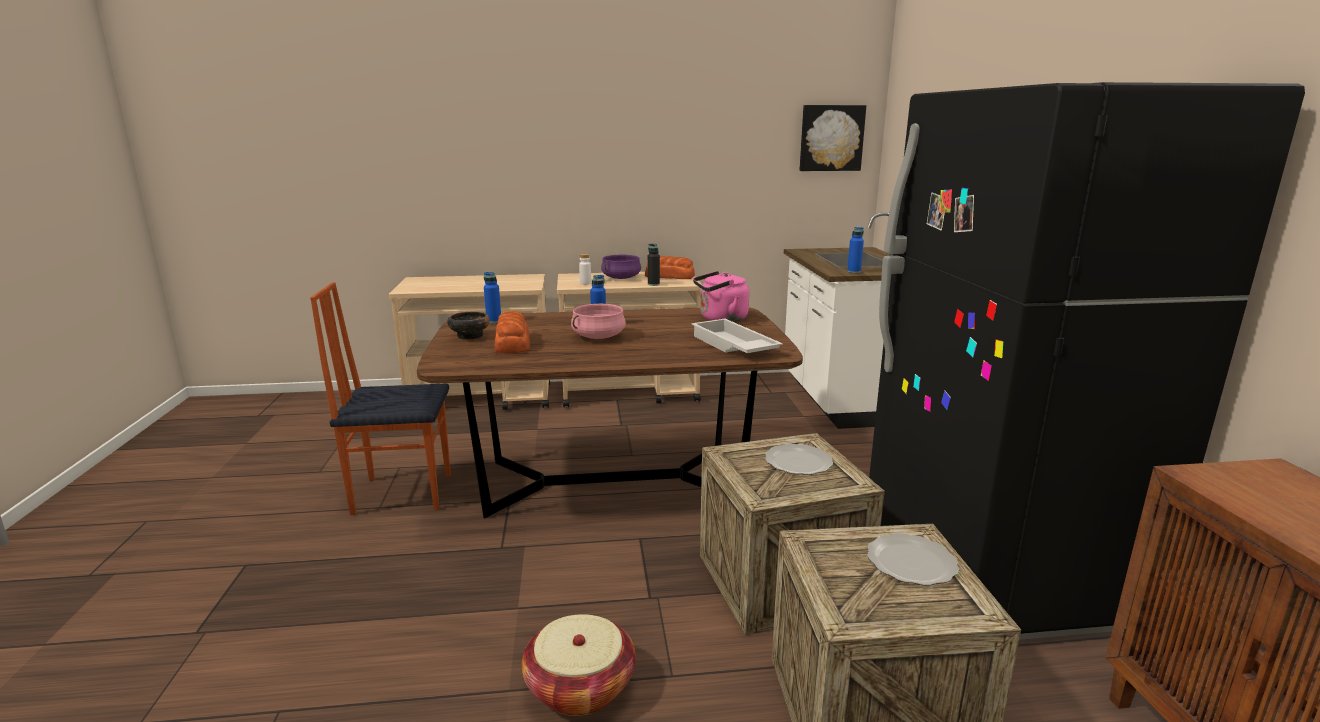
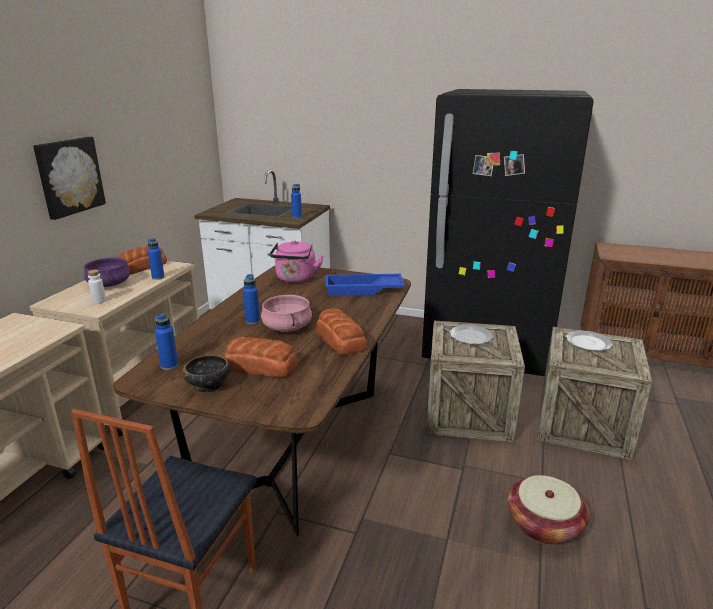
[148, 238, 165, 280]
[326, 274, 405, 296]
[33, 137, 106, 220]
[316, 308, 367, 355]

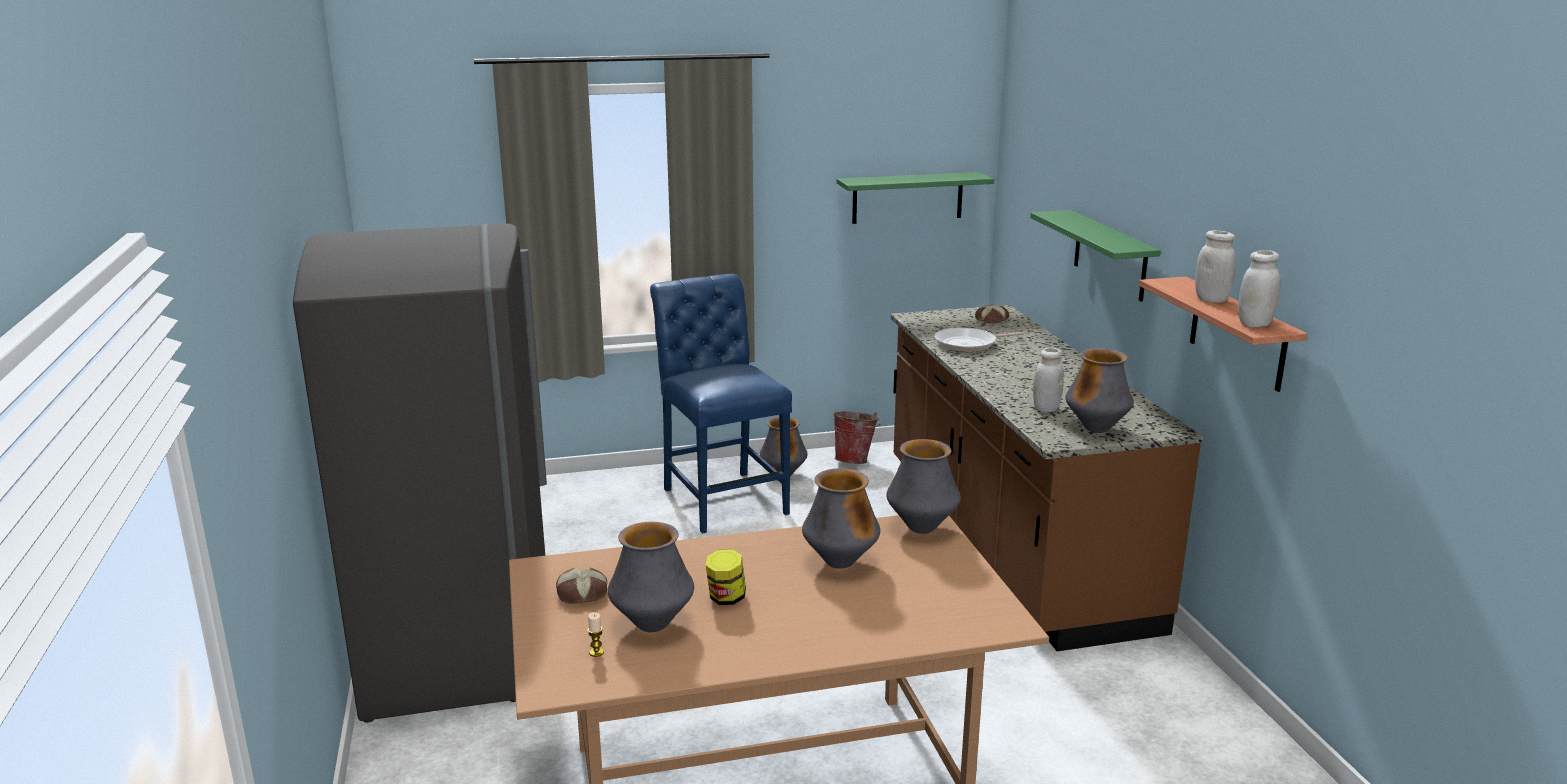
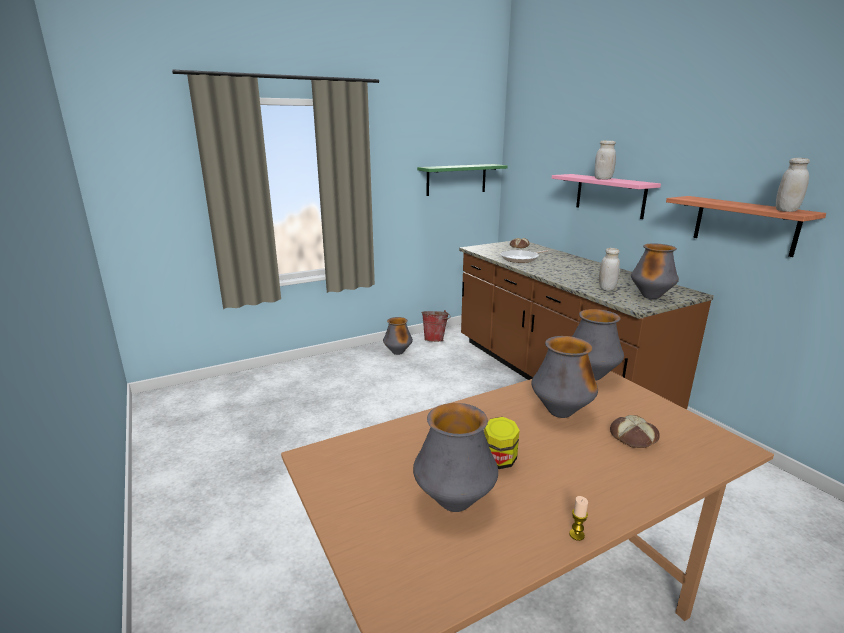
[293, 224, 547, 723] (first image)
[610, 415, 660, 448]
[569, 496, 588, 541]
[650, 274, 792, 534] (first image)
[552, 174, 661, 219]
[594, 140, 616, 179]

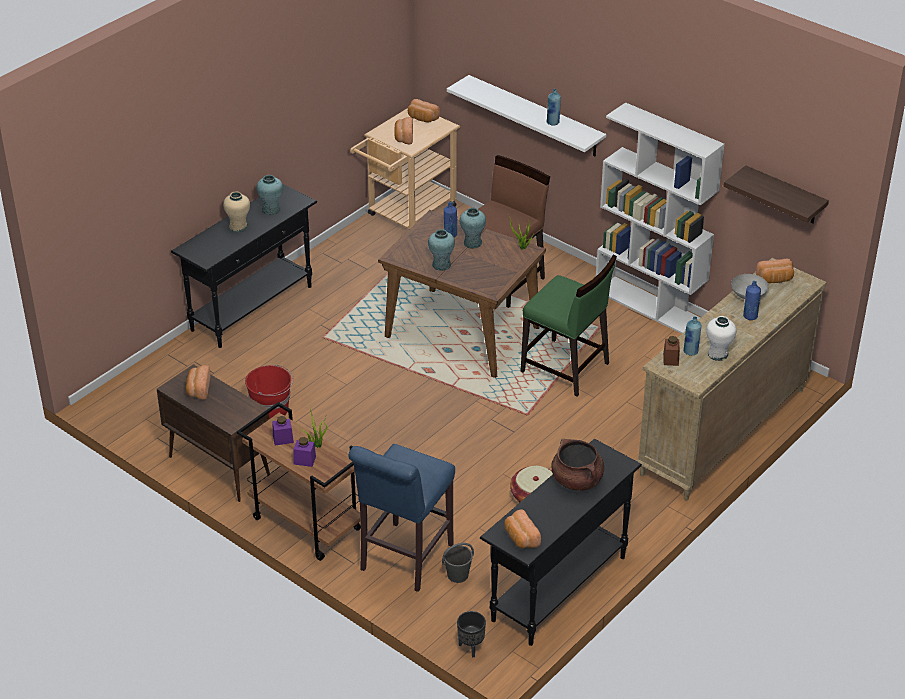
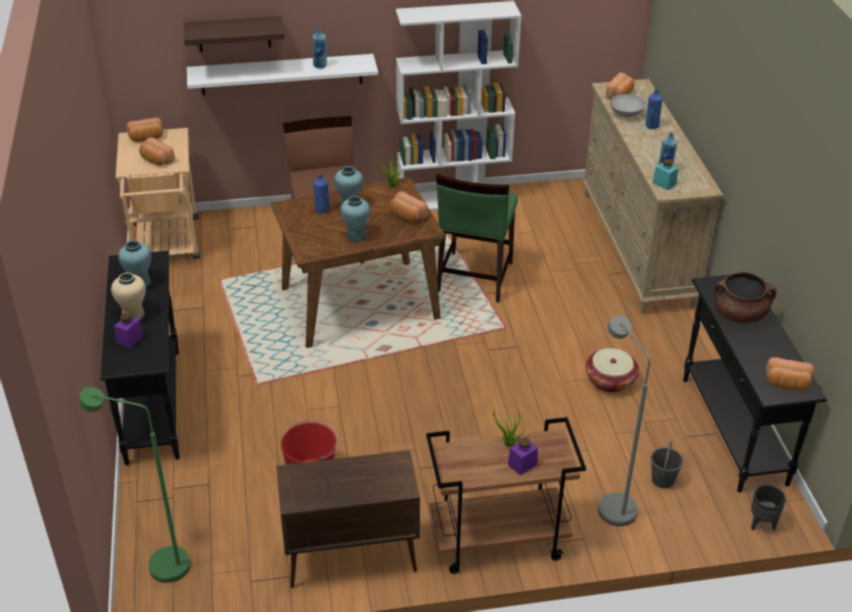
[390, 192, 428, 222]
[114, 313, 144, 348]
[598, 315, 650, 526]
[436, 174, 518, 303]
[652, 159, 678, 191]
[706, 316, 737, 361] (first image)
[184, 16, 284, 52]
[78, 387, 190, 583]

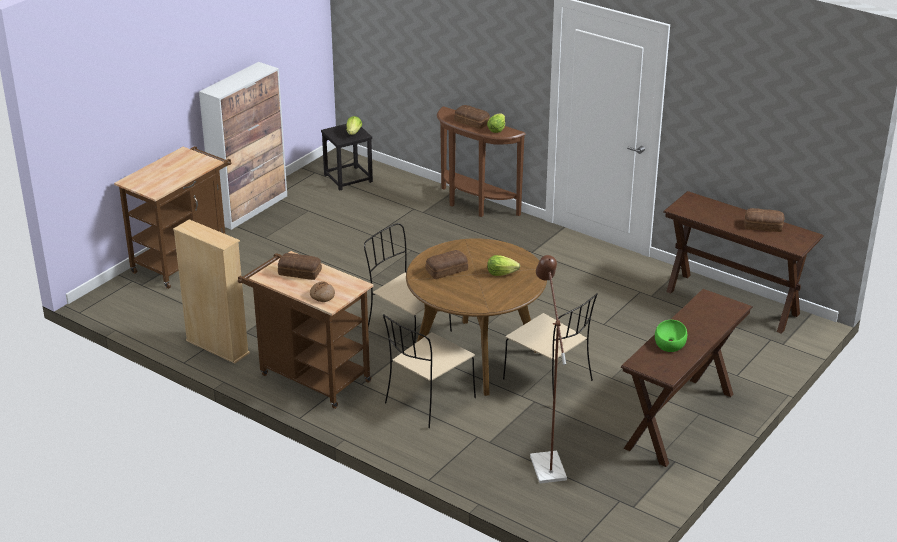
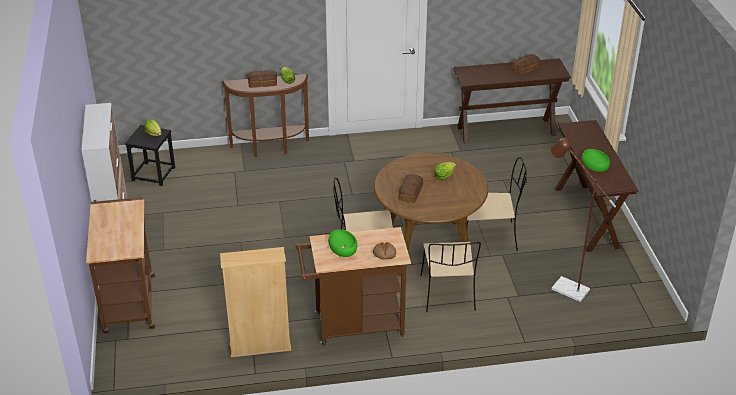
[328, 229, 357, 257]

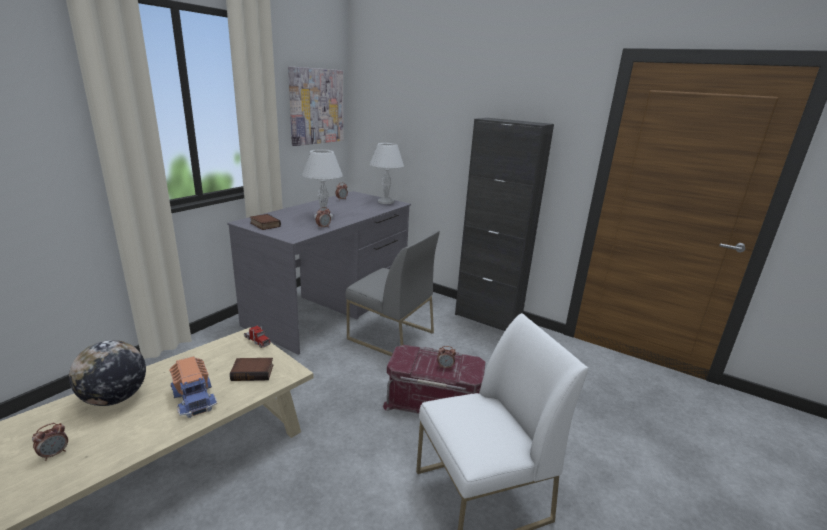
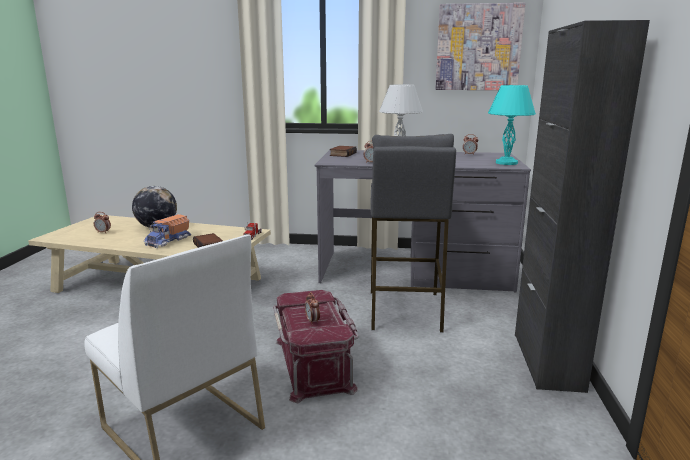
[371, 134, 456, 333]
[488, 85, 536, 165]

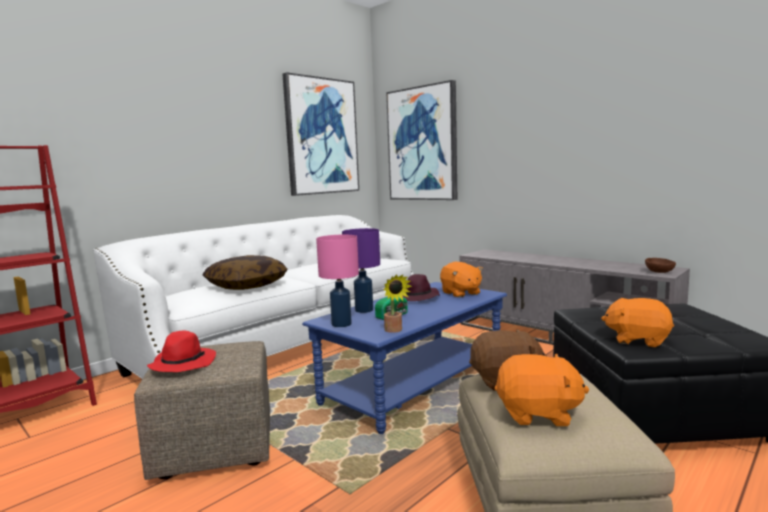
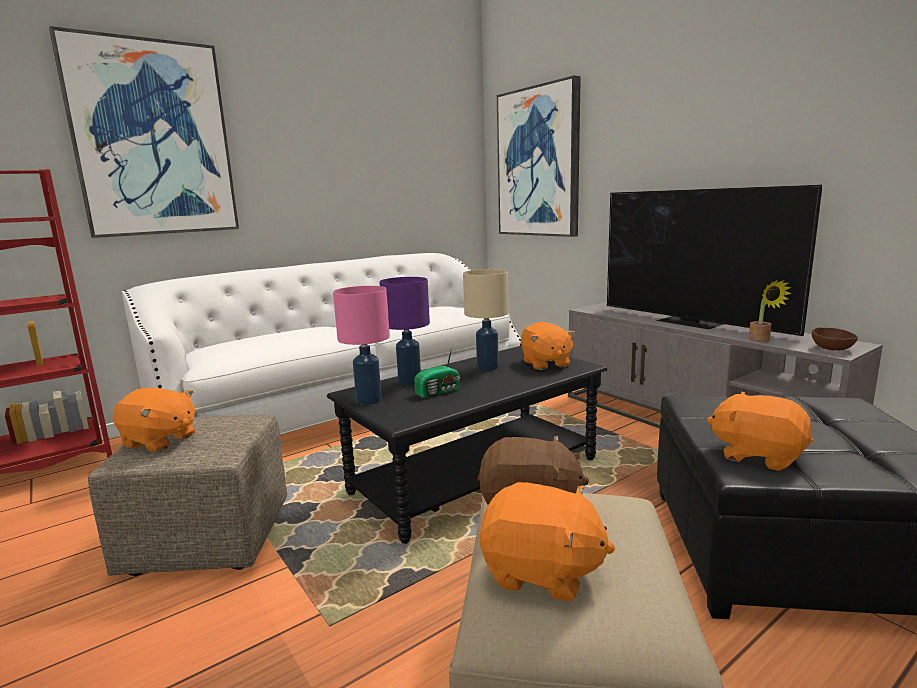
[112, 388, 195, 452]
[202, 255, 287, 290] (first image)
[49, 26, 239, 238]
[327, 346, 607, 544]
[749, 279, 792, 342]
[463, 269, 509, 371]
[607, 185, 822, 336]

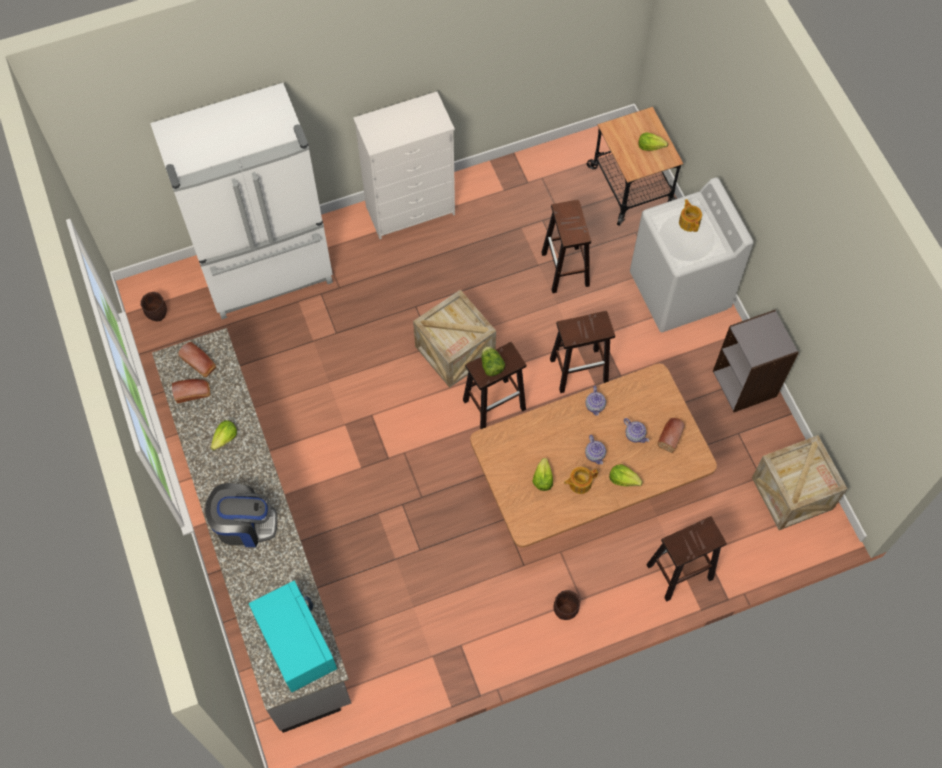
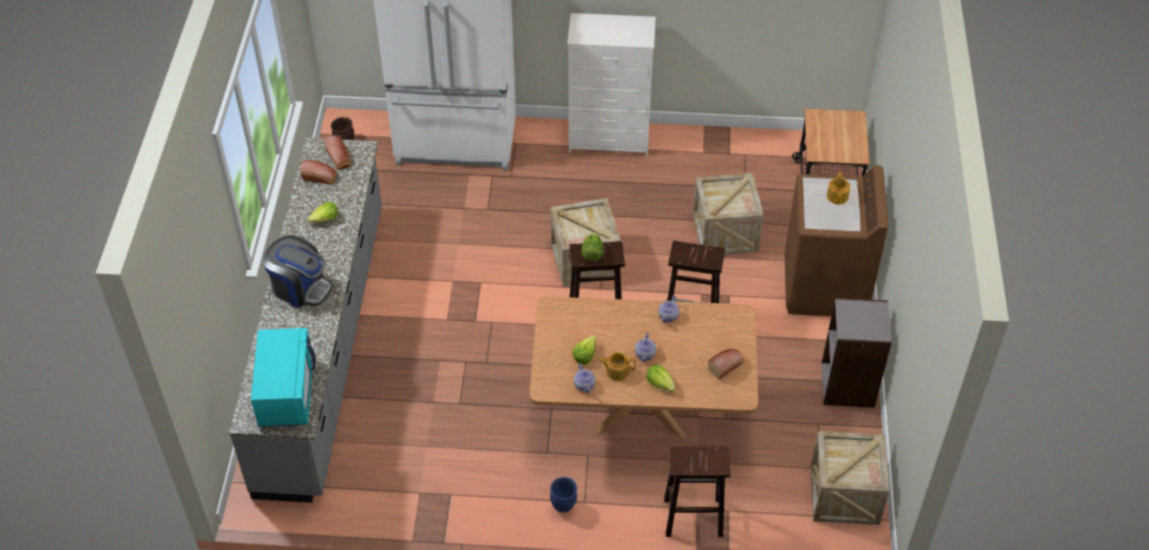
[693, 173, 764, 255]
[550, 477, 577, 513]
[574, 364, 595, 393]
[784, 166, 888, 316]
[638, 132, 668, 151] (first image)

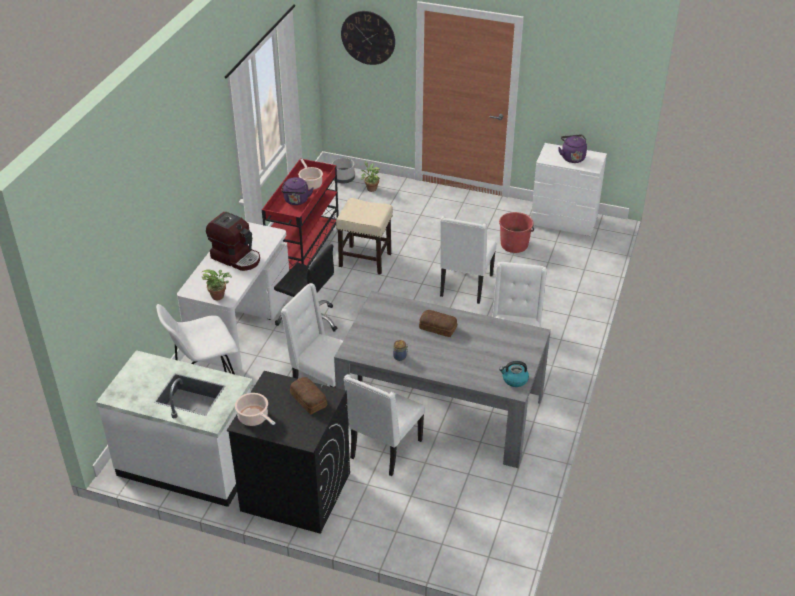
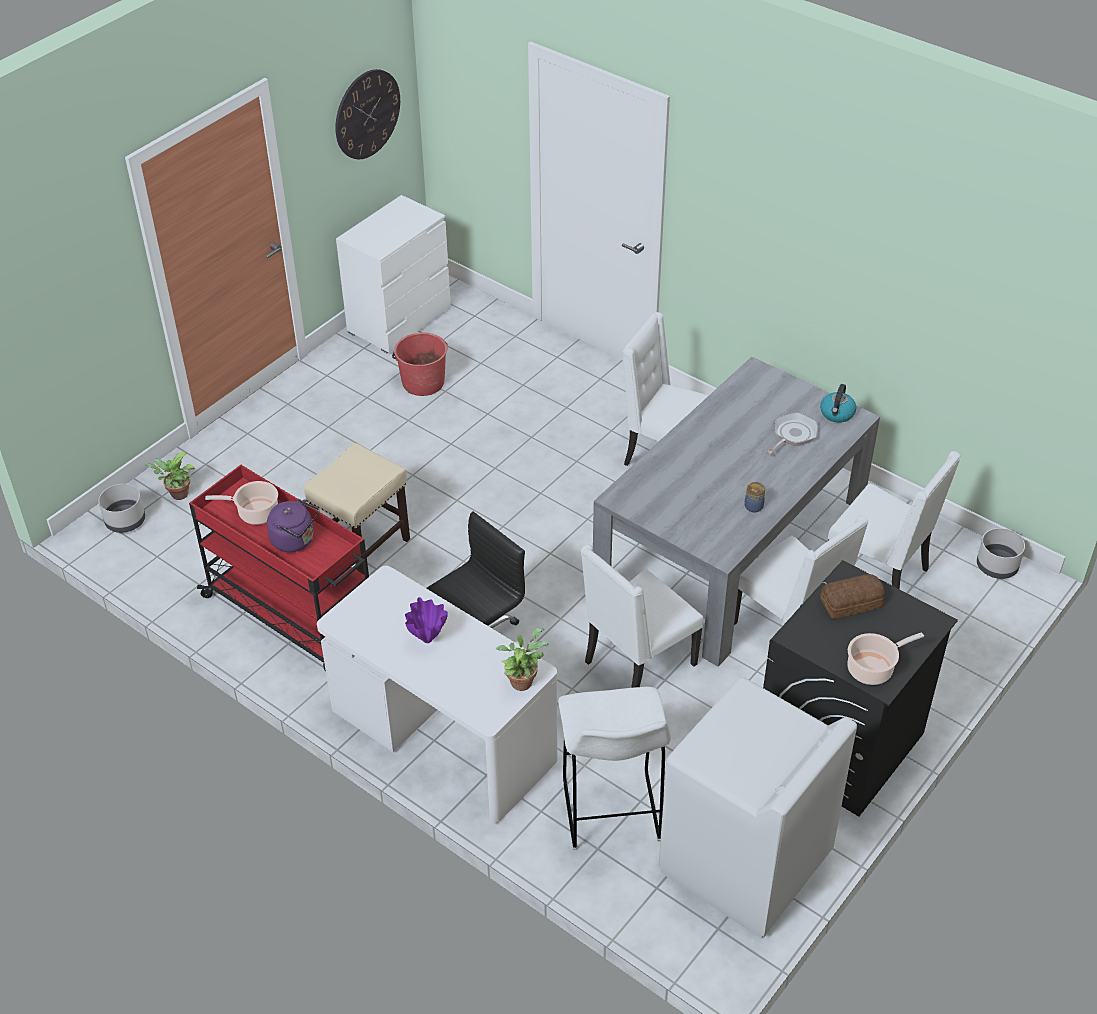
[659, 678, 857, 939]
[405, 597, 448, 643]
[335, 69, 400, 159]
[419, 310, 457, 337] (first image)
[828, 451, 961, 589]
[558, 134, 587, 163] (first image)
[766, 412, 818, 455]
[977, 528, 1025, 579]

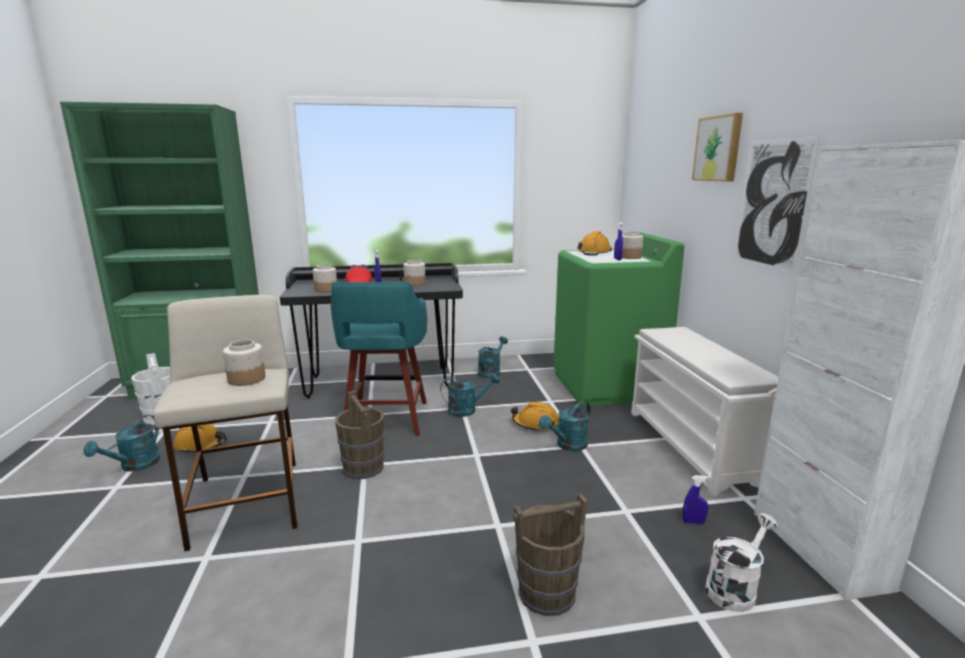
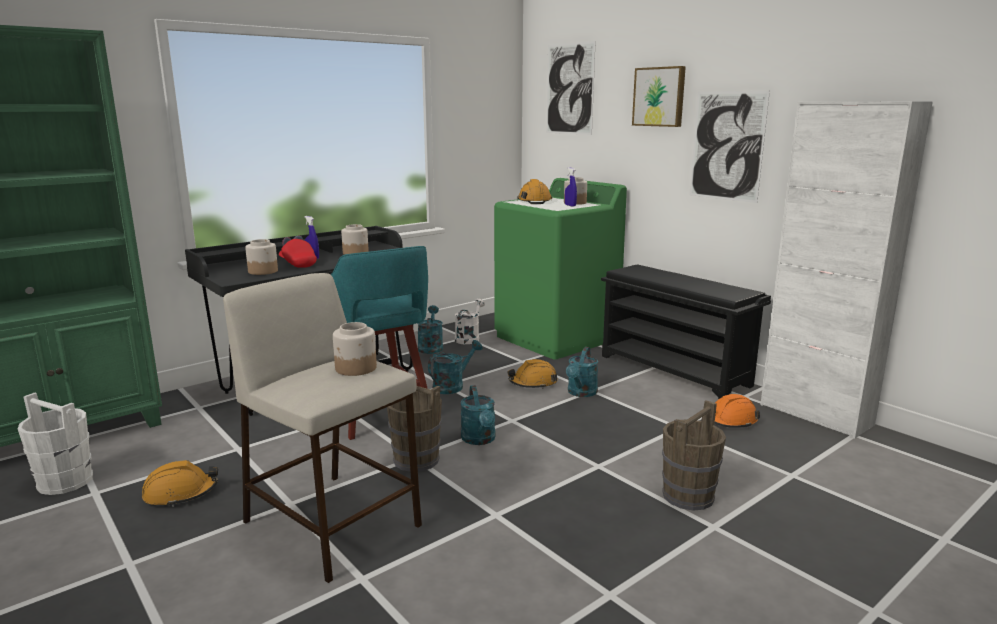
[461, 385, 496, 445]
[601, 265, 771, 399]
[714, 394, 760, 428]
[455, 299, 485, 344]
[546, 41, 596, 135]

